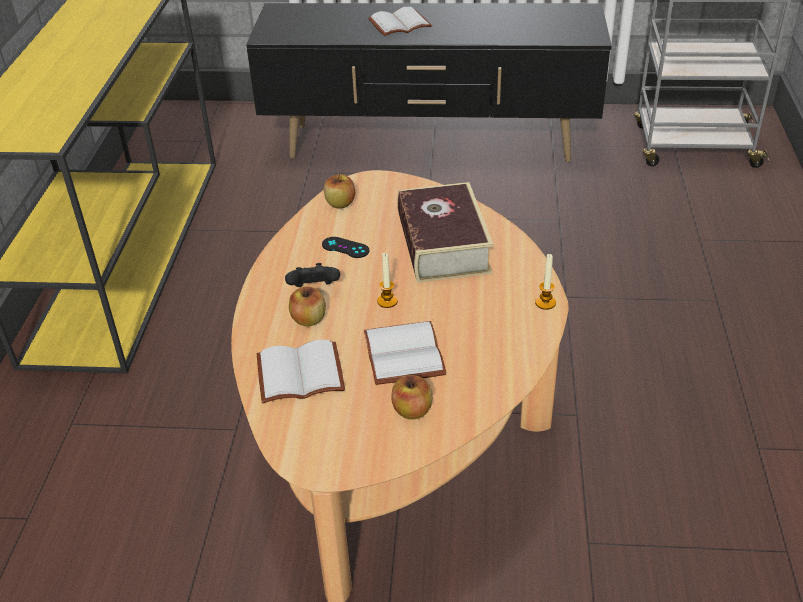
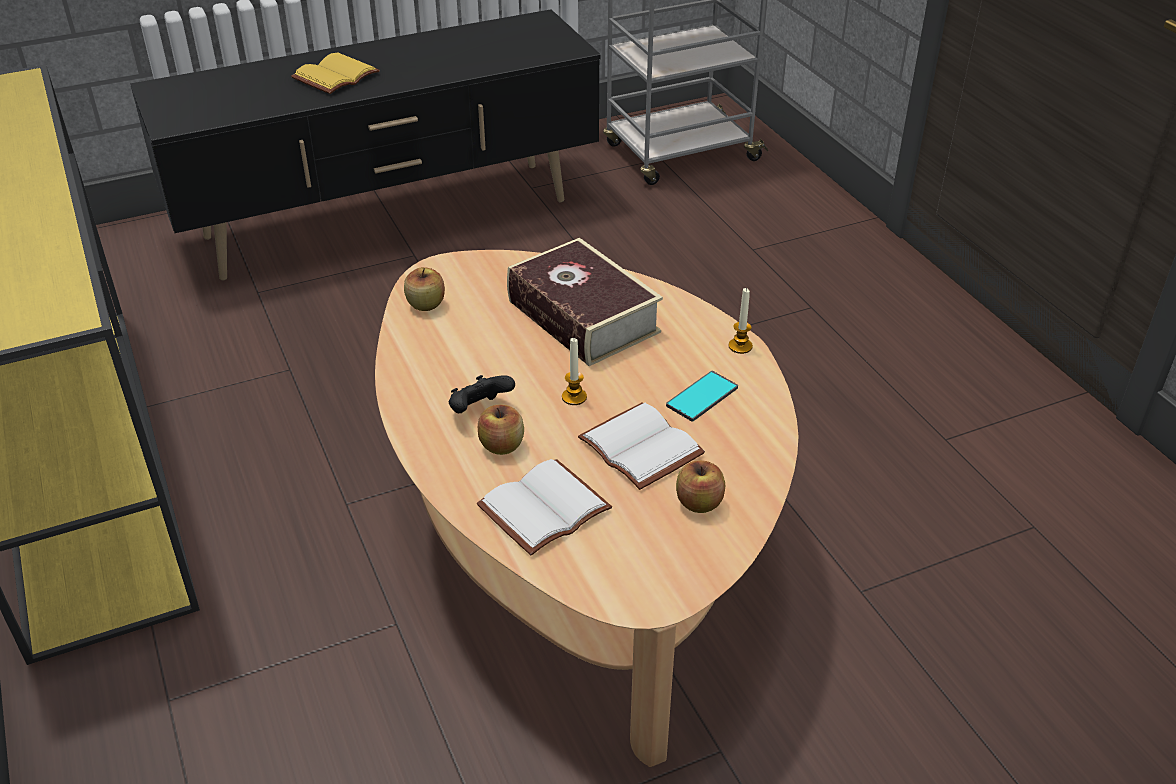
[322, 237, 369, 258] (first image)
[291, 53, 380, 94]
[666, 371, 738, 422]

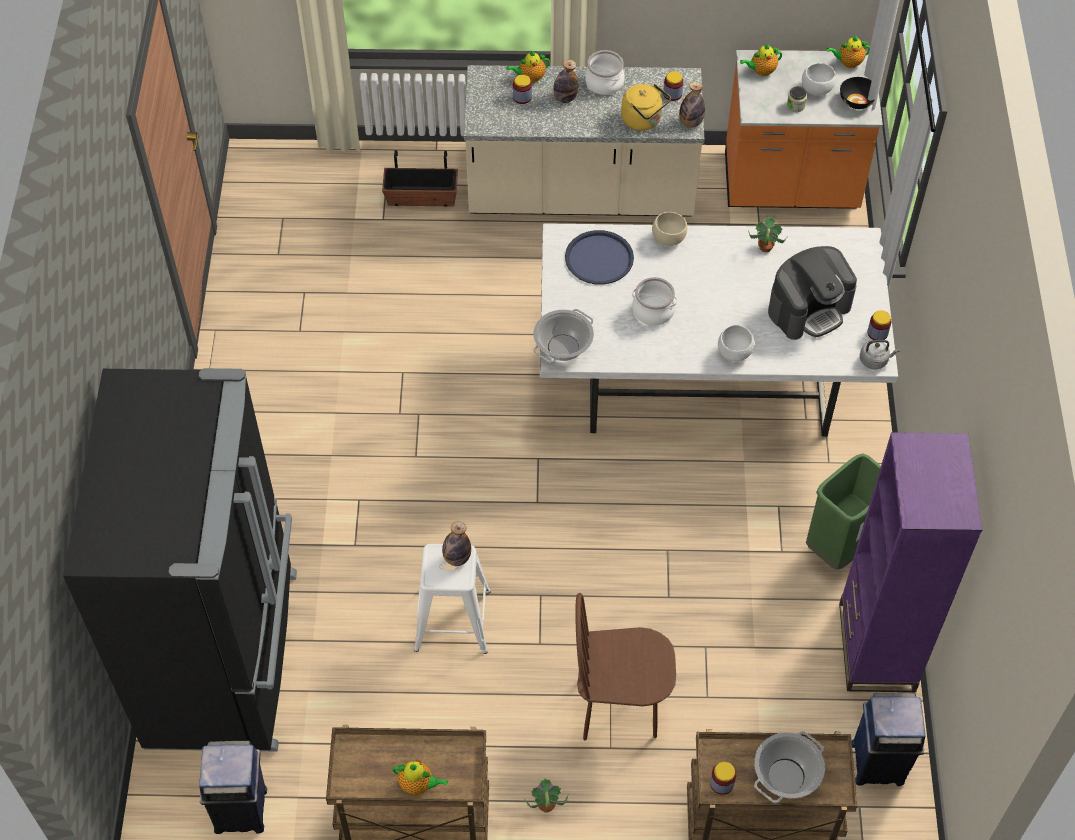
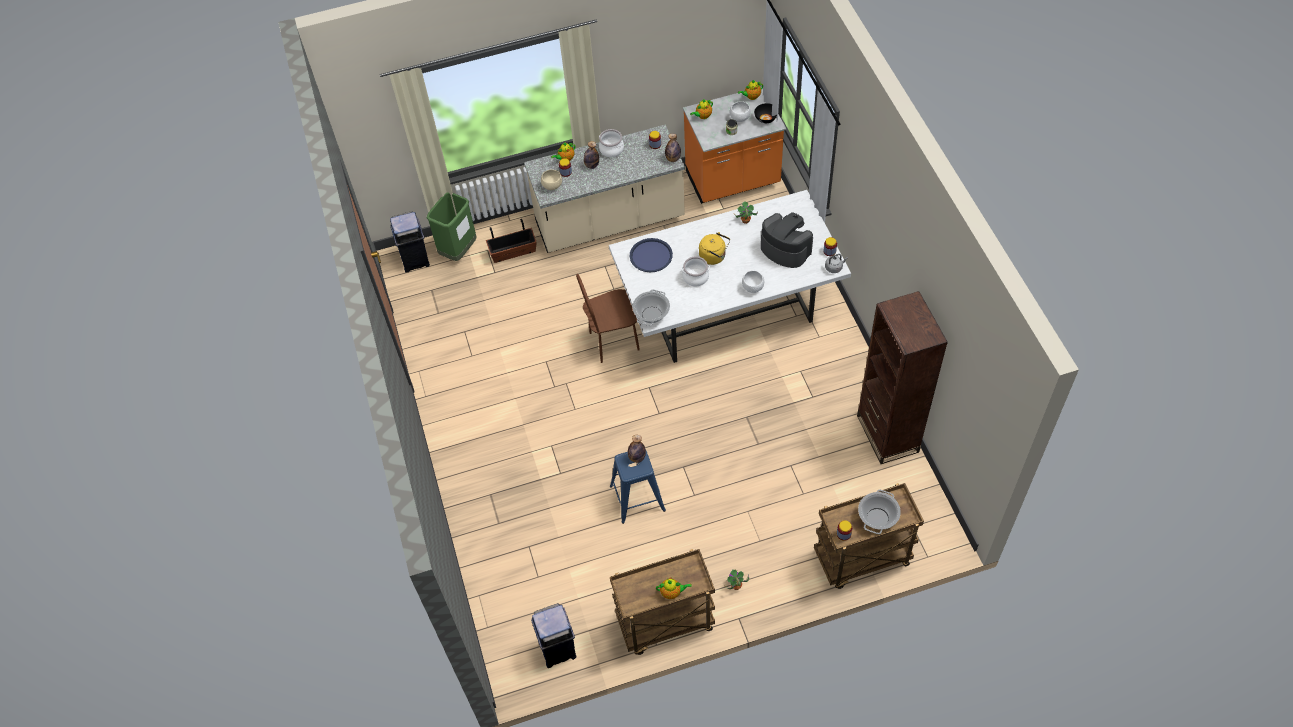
[63, 368, 297, 752] (first image)
[610, 451, 666, 524]
[576, 274, 640, 363]
[699, 232, 730, 265]
[541, 170, 562, 190]
[761, 212, 813, 268]
[427, 192, 477, 261]
[857, 291, 948, 464]
[390, 211, 430, 273]

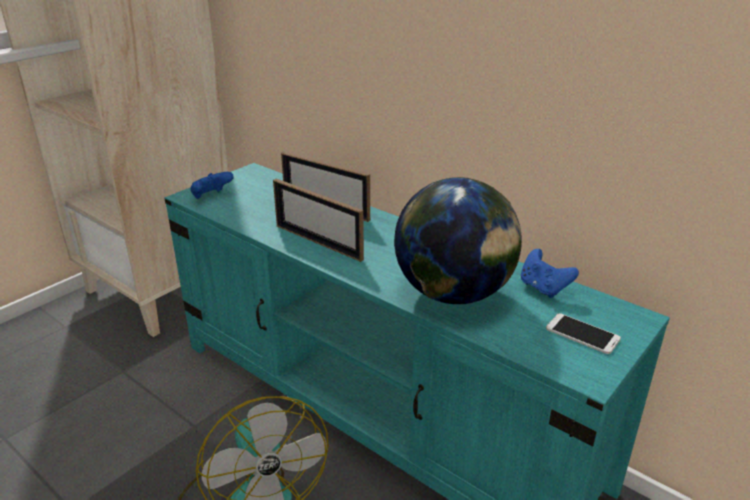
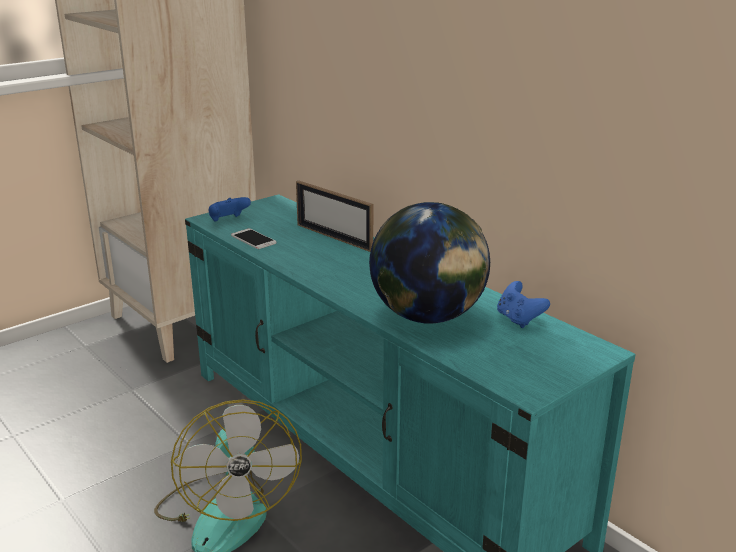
[273, 178, 364, 262] (first image)
[231, 228, 276, 249]

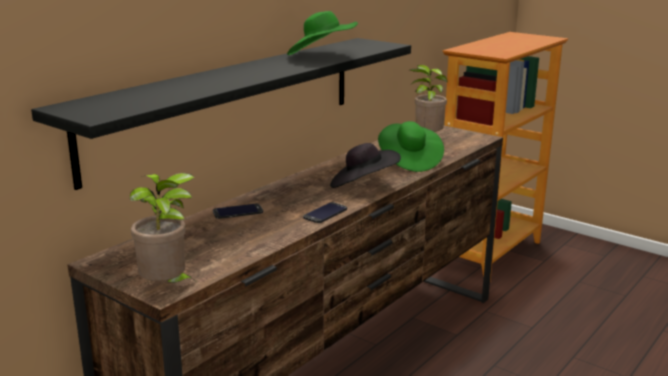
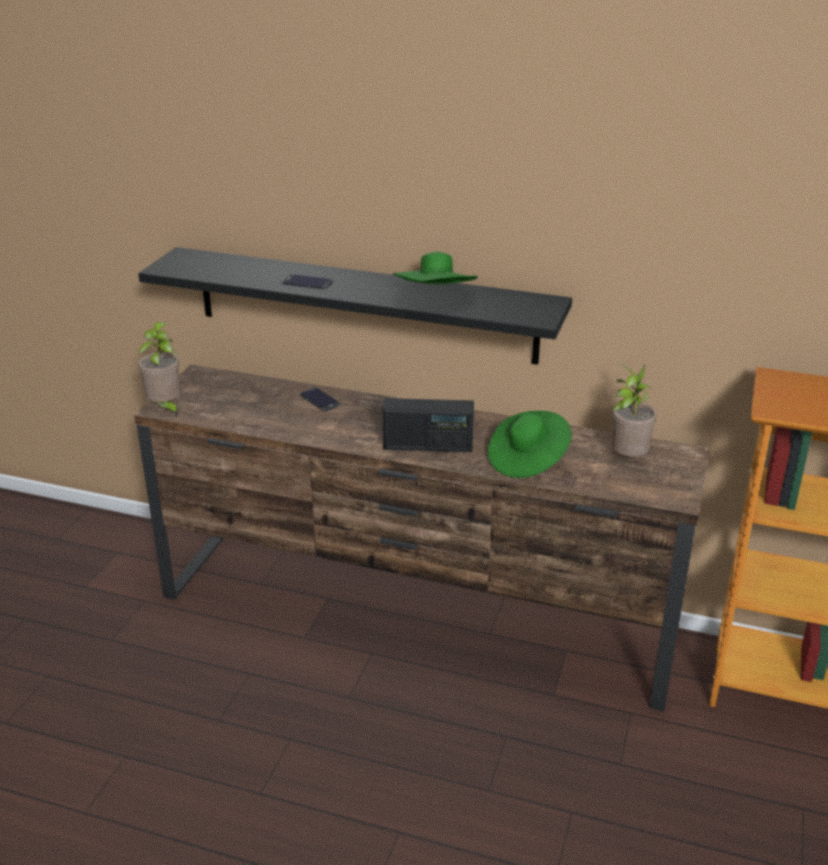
[282, 274, 333, 289]
[382, 398, 474, 452]

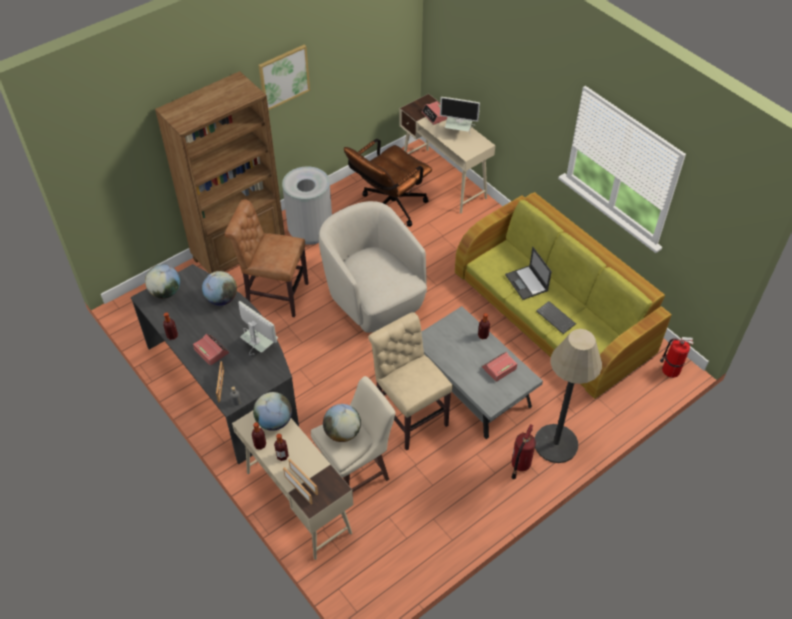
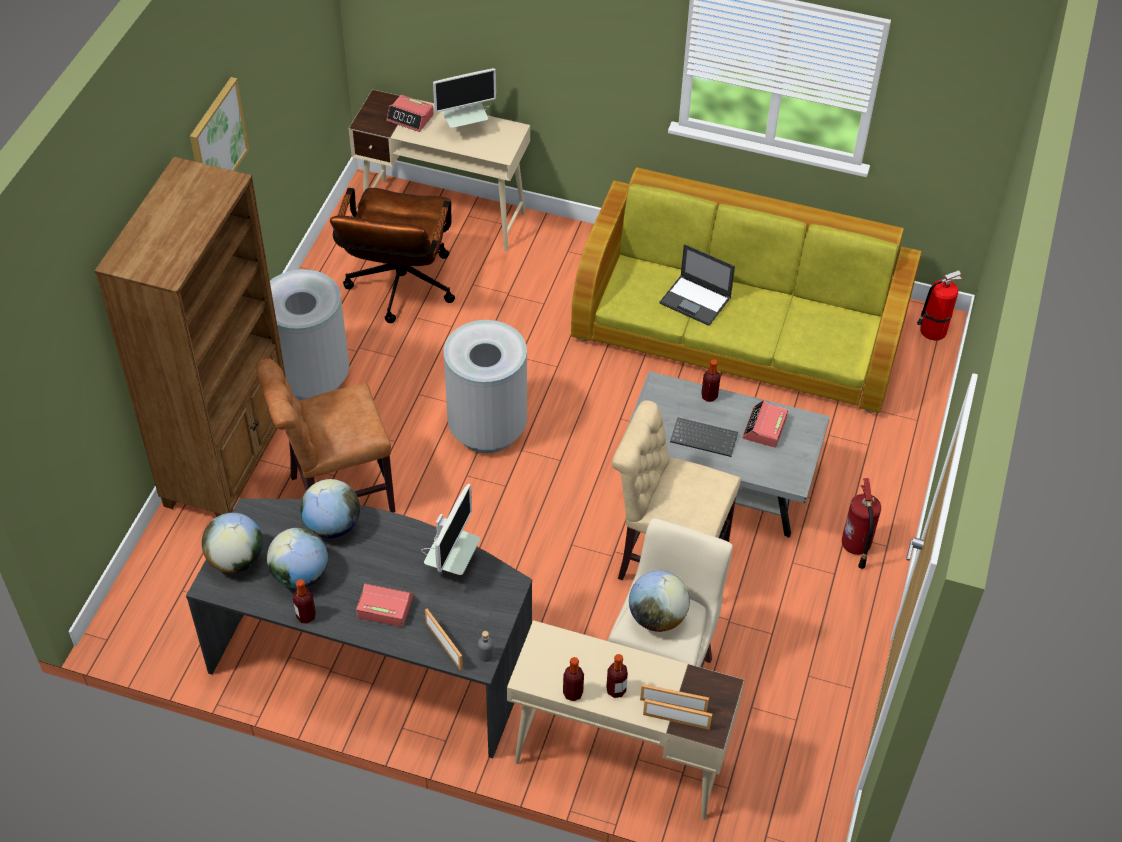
[421, 484, 480, 575]
[267, 528, 328, 588]
[444, 320, 527, 453]
[534, 329, 602, 463] (first image)
[670, 418, 738, 457]

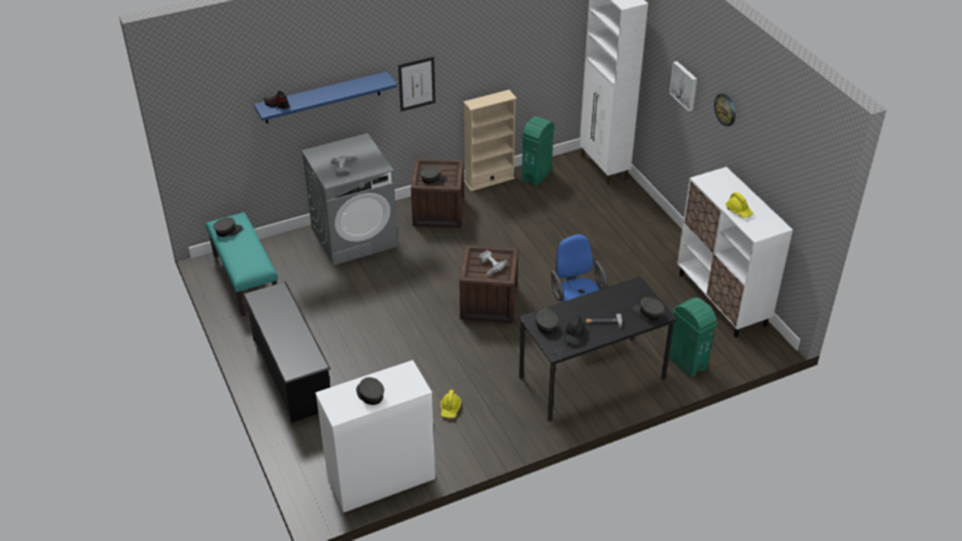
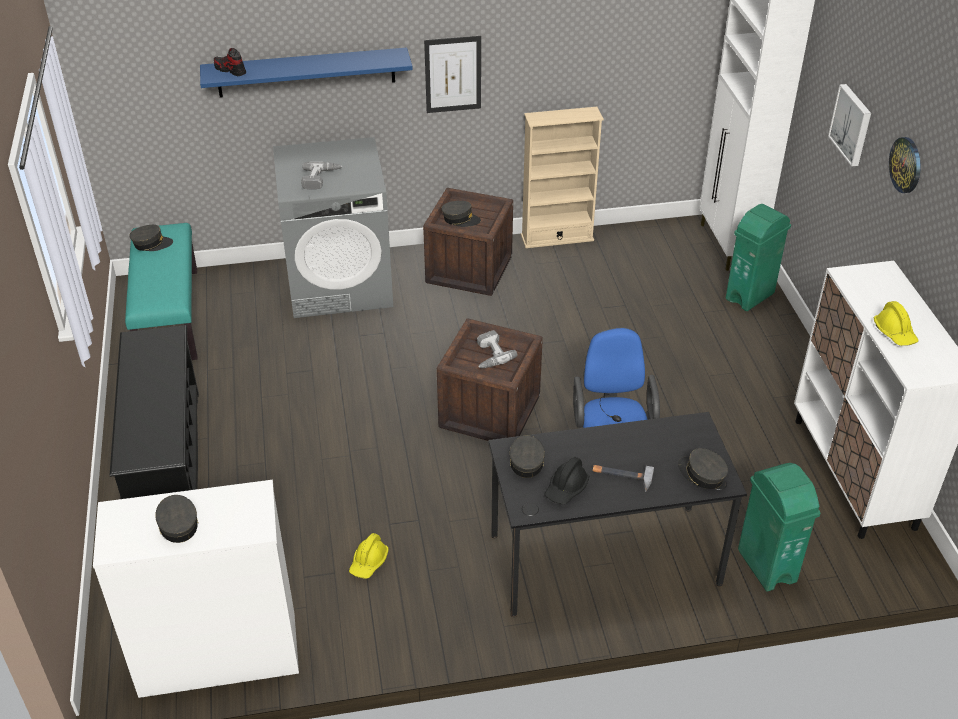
[726, 204, 791, 311]

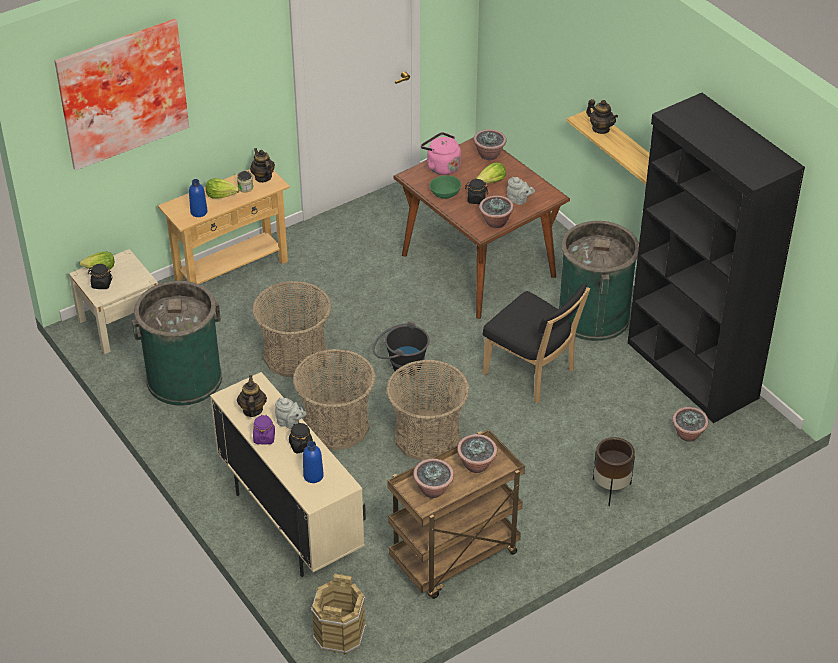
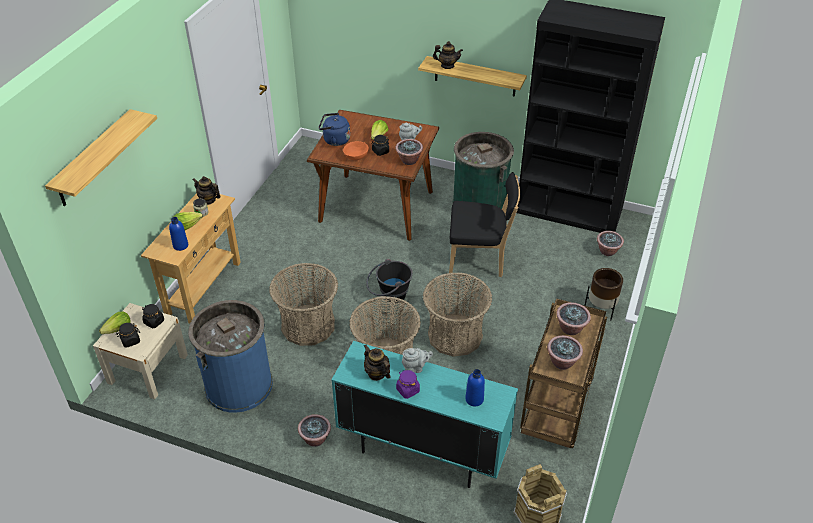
[45, 109, 157, 206]
[188, 300, 273, 413]
[331, 341, 518, 488]
[142, 304, 164, 328]
[318, 113, 350, 146]
[343, 141, 369, 160]
[298, 414, 331, 447]

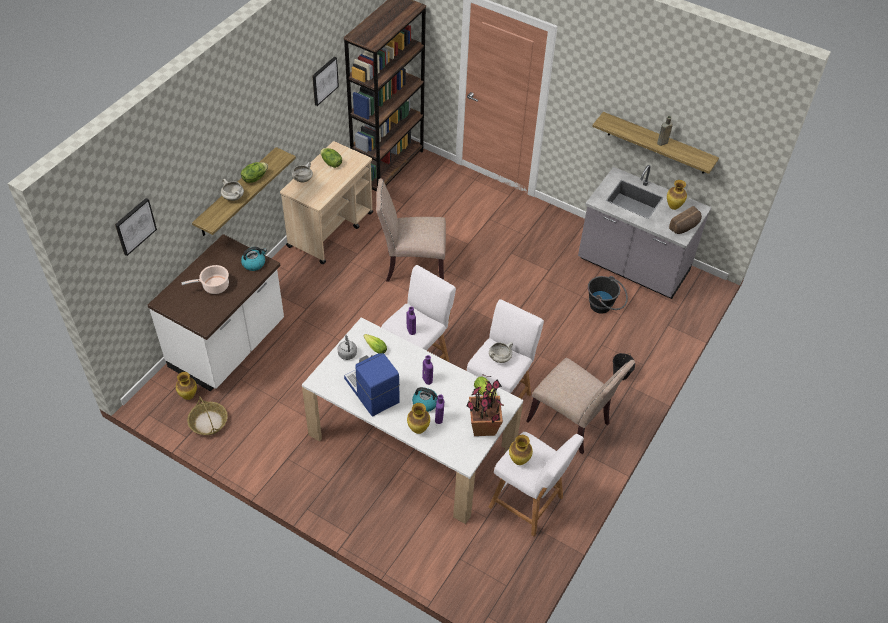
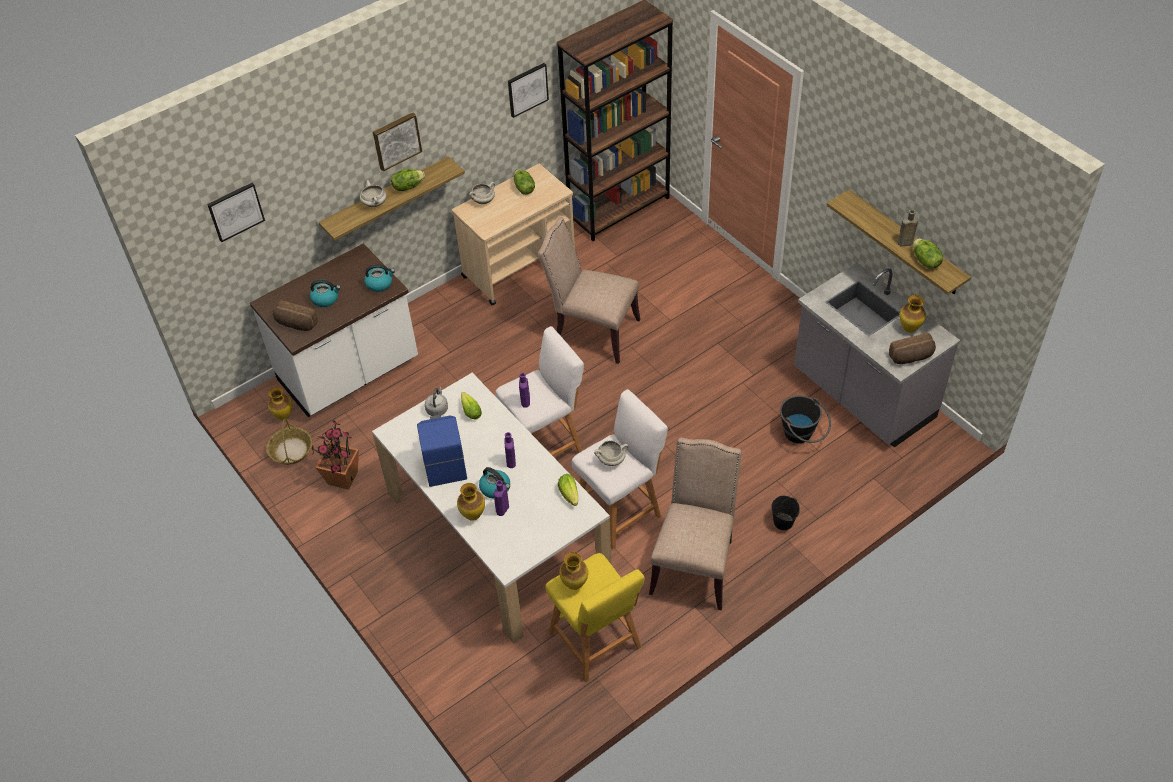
[310, 279, 341, 307]
[312, 420, 359, 490]
[545, 553, 645, 682]
[649, 438, 742, 610]
[273, 301, 318, 331]
[373, 113, 422, 171]
[913, 239, 943, 269]

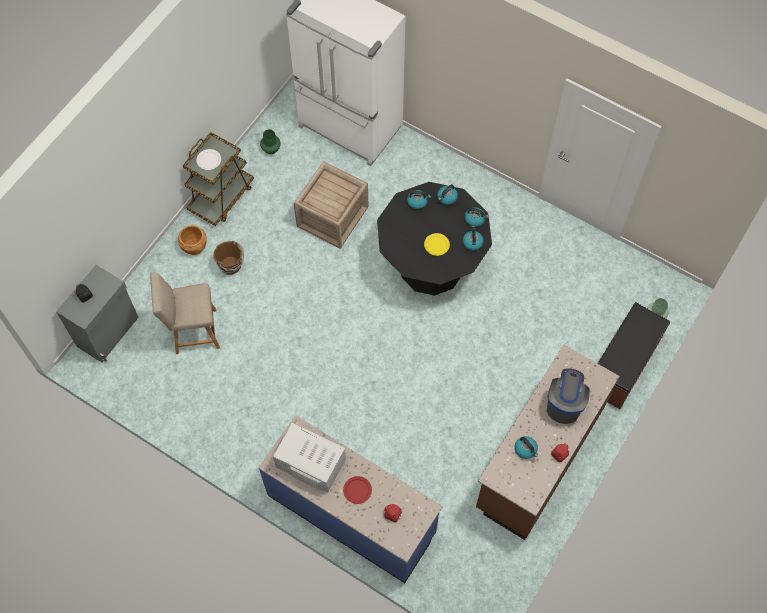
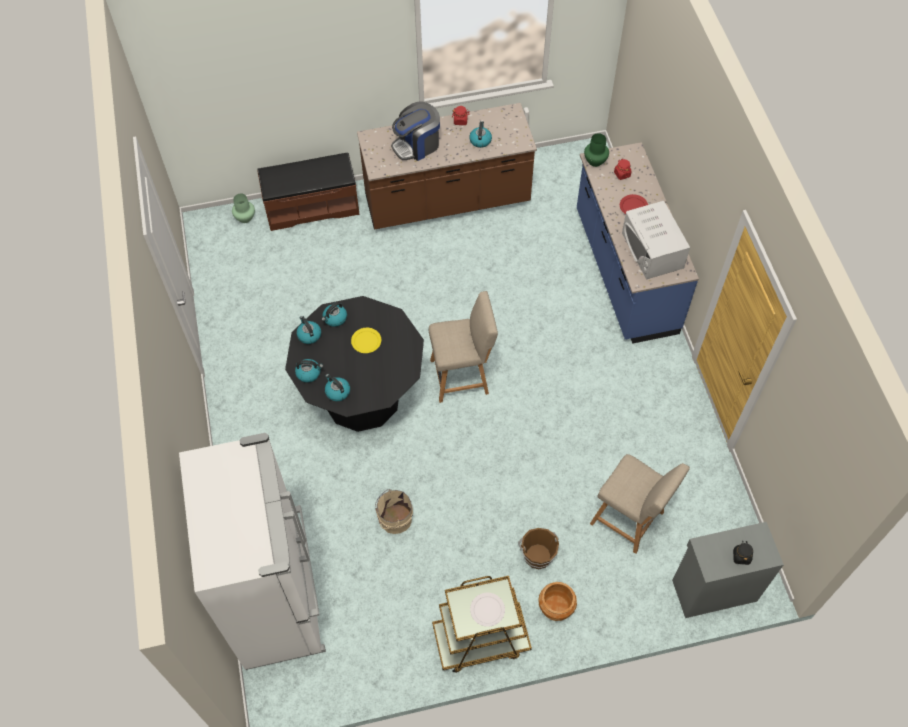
[584, 133, 609, 167]
[375, 489, 413, 534]
[429, 291, 498, 403]

